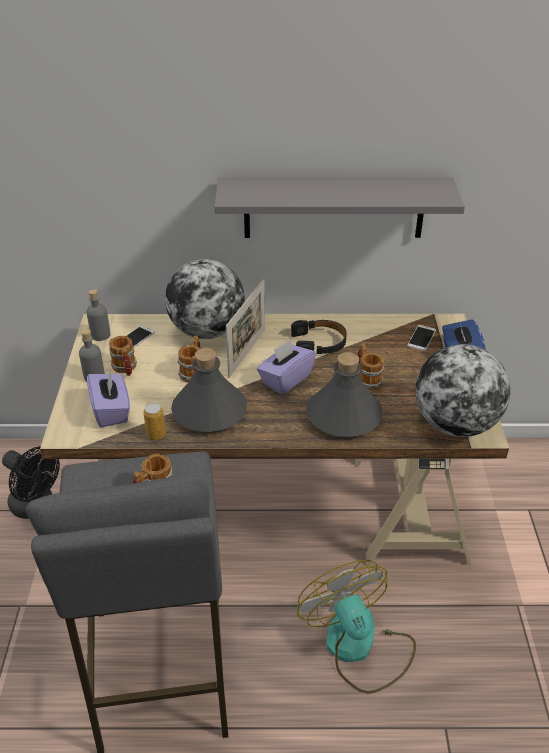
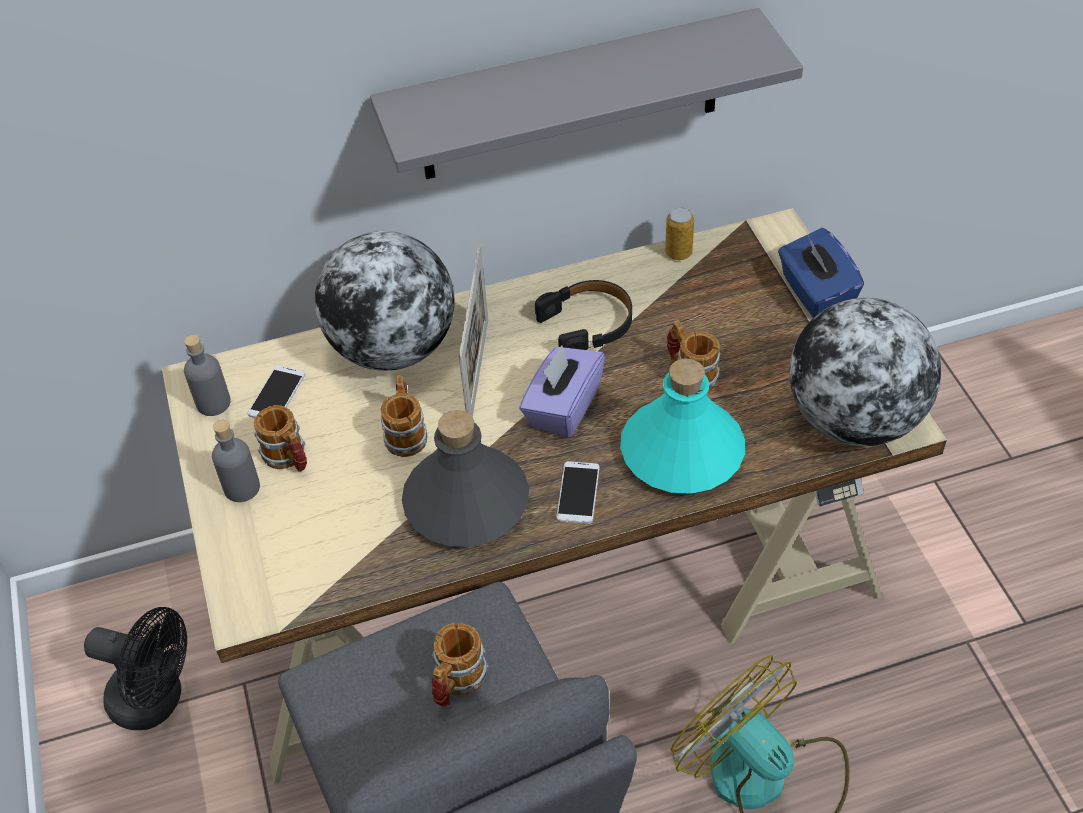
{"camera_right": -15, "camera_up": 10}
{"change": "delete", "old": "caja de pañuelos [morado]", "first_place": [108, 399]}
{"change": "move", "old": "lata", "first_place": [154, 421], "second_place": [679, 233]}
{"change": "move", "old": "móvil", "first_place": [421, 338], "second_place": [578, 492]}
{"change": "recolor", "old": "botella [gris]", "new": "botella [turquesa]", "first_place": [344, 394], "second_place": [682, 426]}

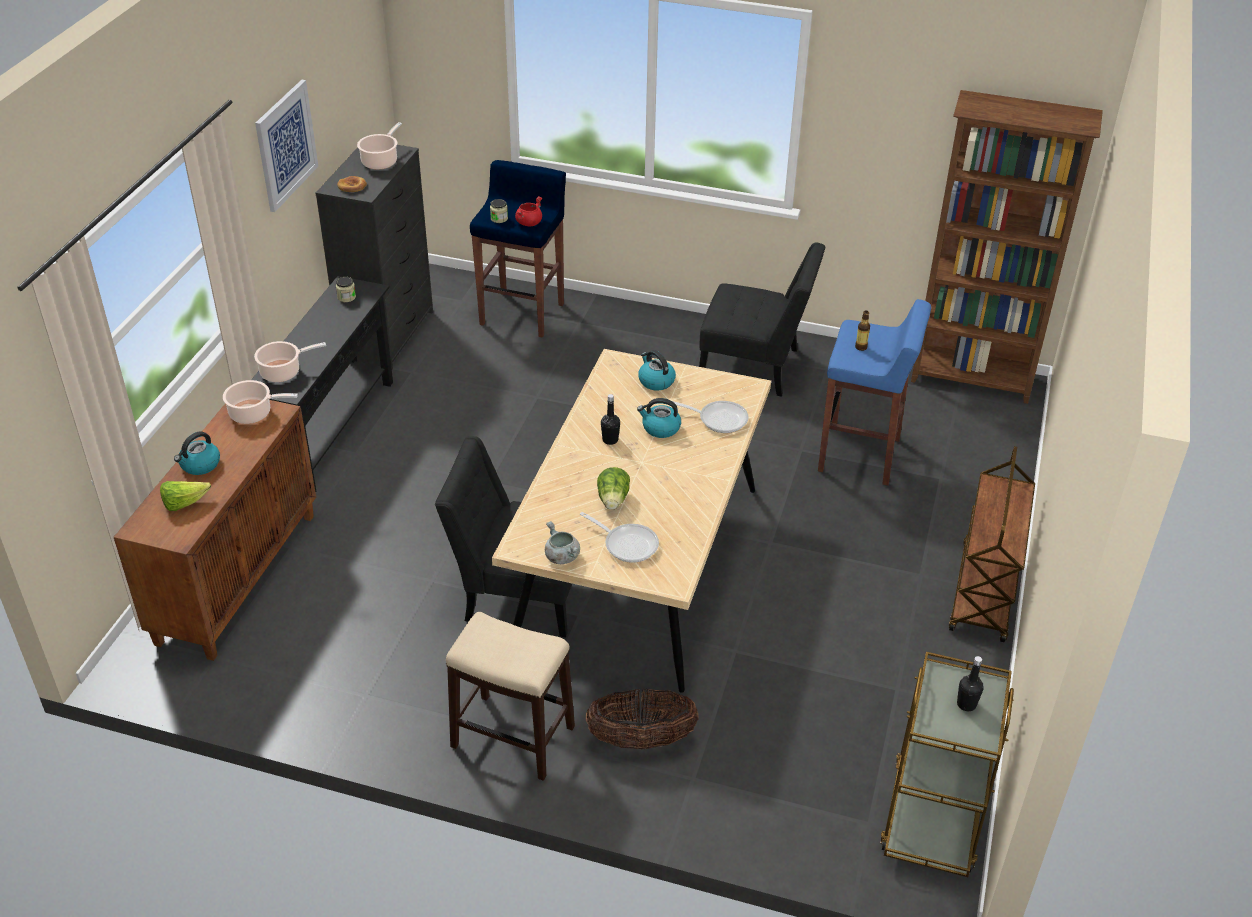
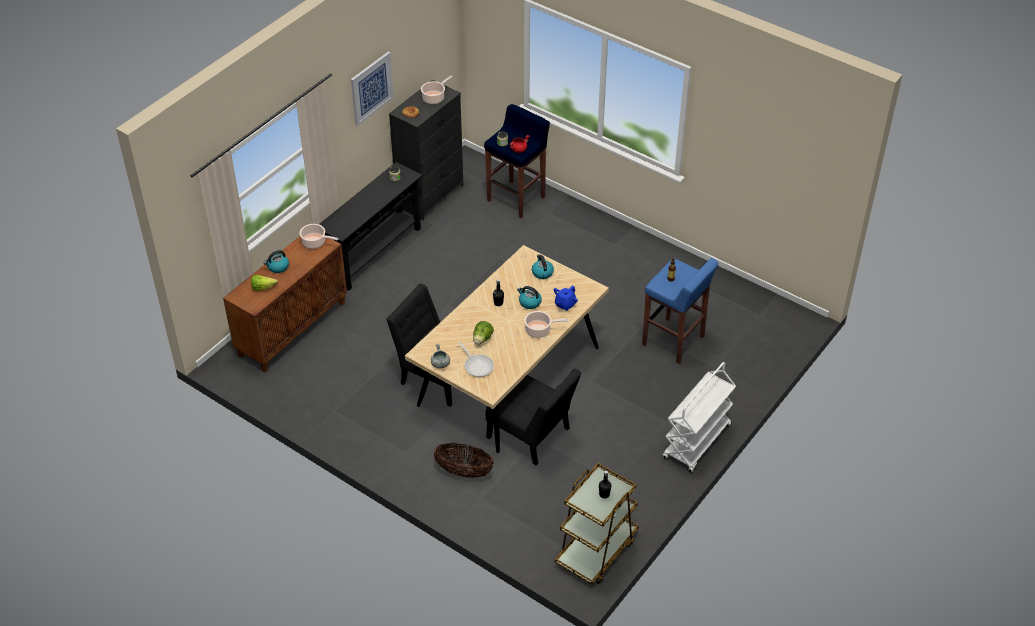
{"camera_right": 20, "camera_up": 5}
{"change": "delete", "old": "taburete", "first_place": [510, 696]}
{"change": "delete", "old": "estantería [marrón]", "first_place": [1007, 247]}
{"change": "move", "old": "olla", "first_place": [290, 361], "second_place": [546, 324]}
{"change": "move", "old": "silla [negro]", "first_place": [762, 319], "second_place": [534, 417]}
{"change": "replace", "old": "sartén", "new": "tetera [azul]", "first_place": [710, 417], "second_place": [566, 298]}
{"change": "recolor", "old": "carrito [marrón]", "new": "carrito [blanco]", "first_place": [992, 544], "second_place": [699, 417]}

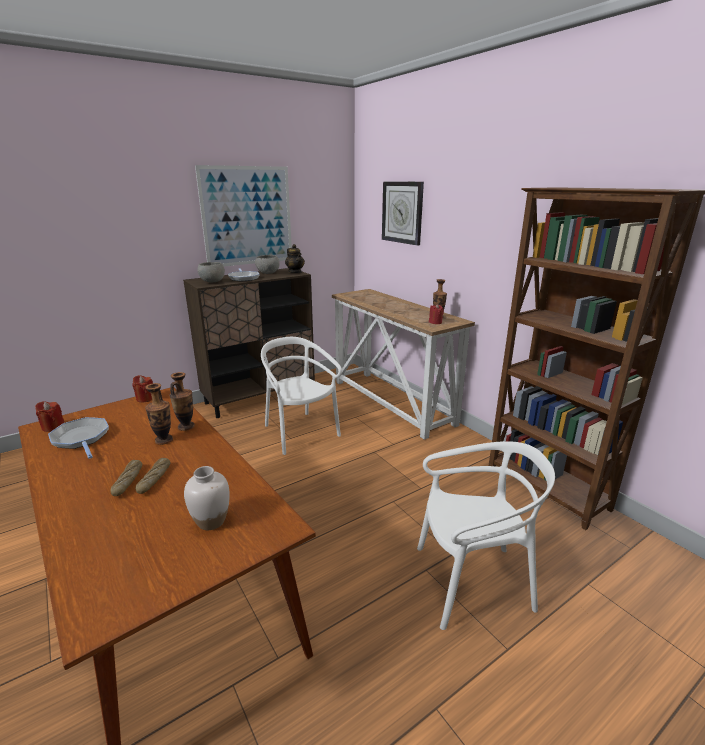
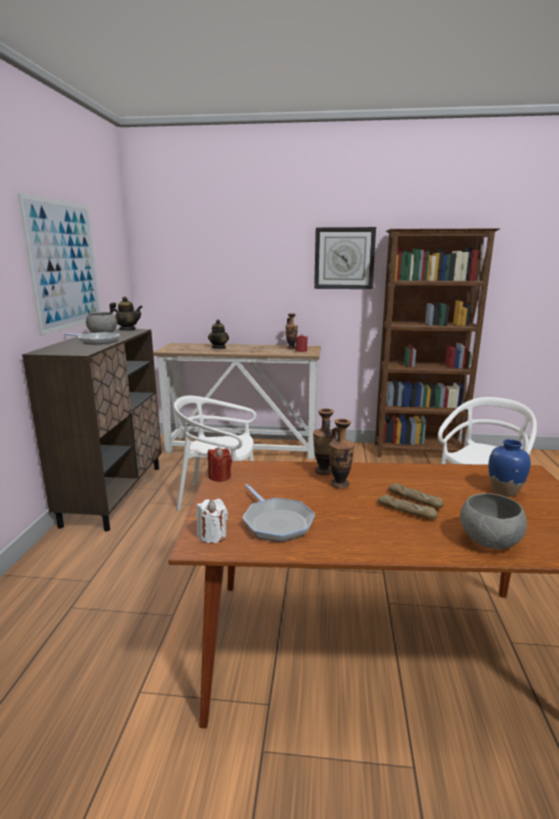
{"camera_right": -50, "camera_up": -5}
{"change": "insert", "new": "tetera", "second_place": [218, 334]}
{"change": "move", "old": "cuenco [gris]", "first_place": [211, 272], "second_place": [493, 521]}
{"change": "move", "old": "reloj de pared", "first_place": [403, 213], "second_place": [345, 258]}
{"change": "recolor", "old": "vela [rojo]", "new": "vela [blanco]", "first_place": [50, 416], "second_place": [212, 521]}
{"change": "recolor", "old": "florero [blanco]", "new": "florero [azul]", "first_place": [207, 498], "second_place": [509, 468]}
{"change": "rotate", "old": "sartén", "first_place": [78, 438], "second_place": [278, 513], "degrees": -120}

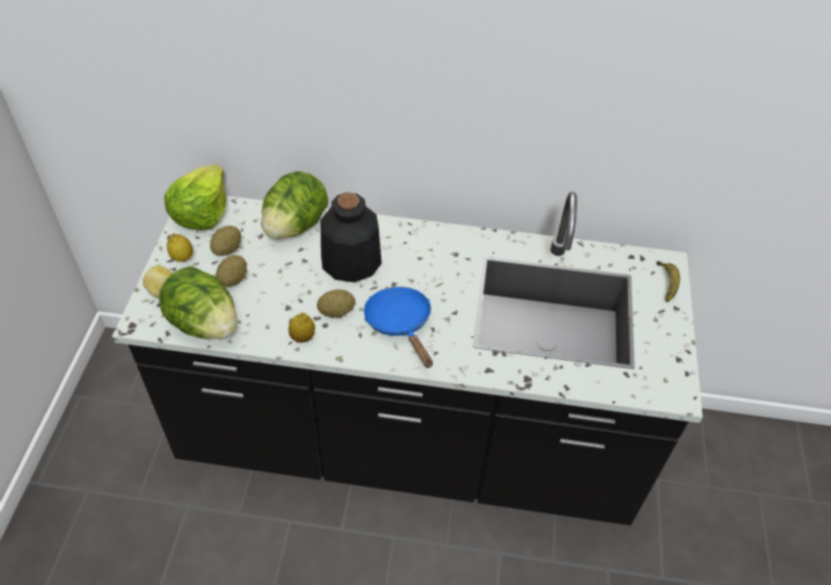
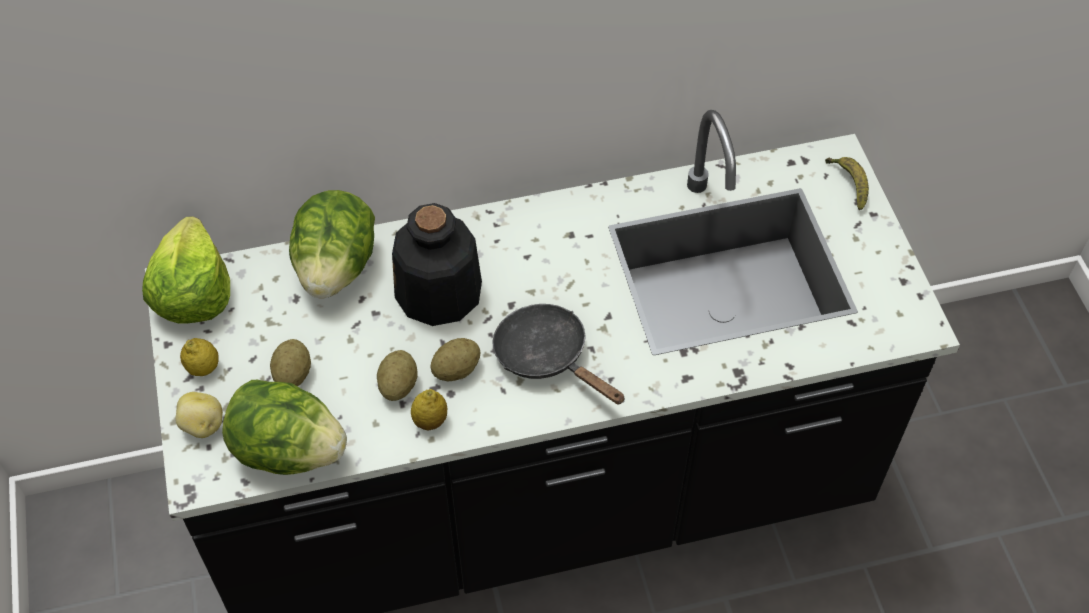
{"camera_right": -20, "camera_up": 5}
{"change": "move", "old": "patata", "first_place": [225, 241], "second_place": [397, 375]}
{"change": "recolor", "old": "sartén [azul]", "new": "sartén [negro]", "first_place": [398, 327], "second_place": [558, 354]}

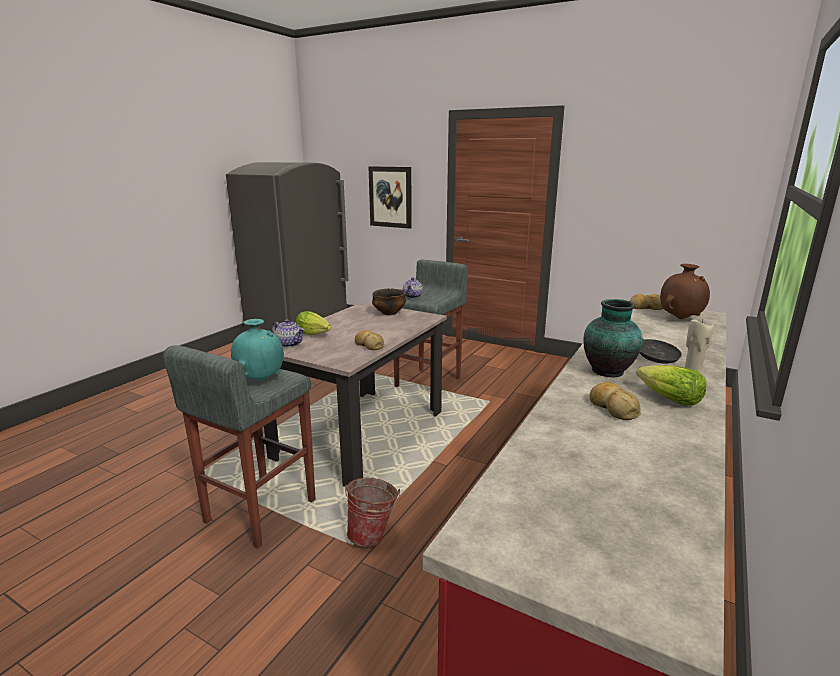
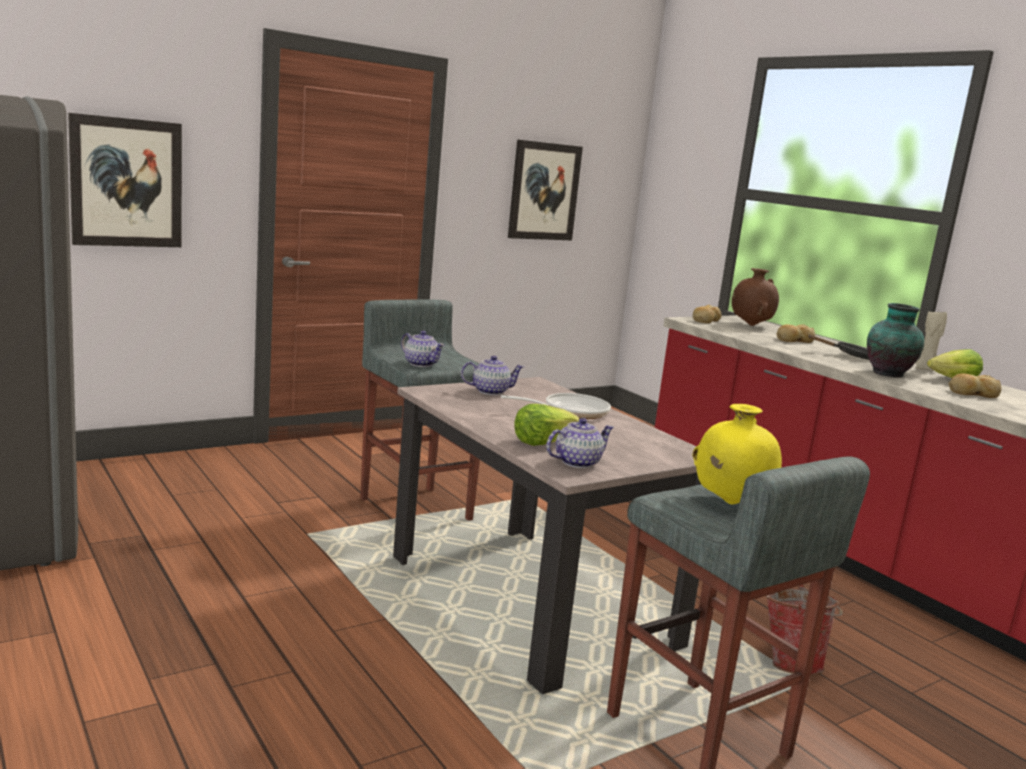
{"camera_right": -65, "camera_up": -5}
{"change": "insert", "new": "sartén", "second_place": [556, 406]}
{"change": "insert", "new": "cuadro", "second_place": [545, 190]}
{"change": "move", "old": "pan", "first_place": [369, 340], "second_place": [796, 333]}
{"change": "replace", "old": "cuenco", "new": "tetera", "first_place": [389, 302], "second_place": [492, 375]}
{"change": "recolor", "old": "florero [turquesa]", "new": "florero [amarillo]", "first_place": [257, 350], "second_place": [737, 454]}

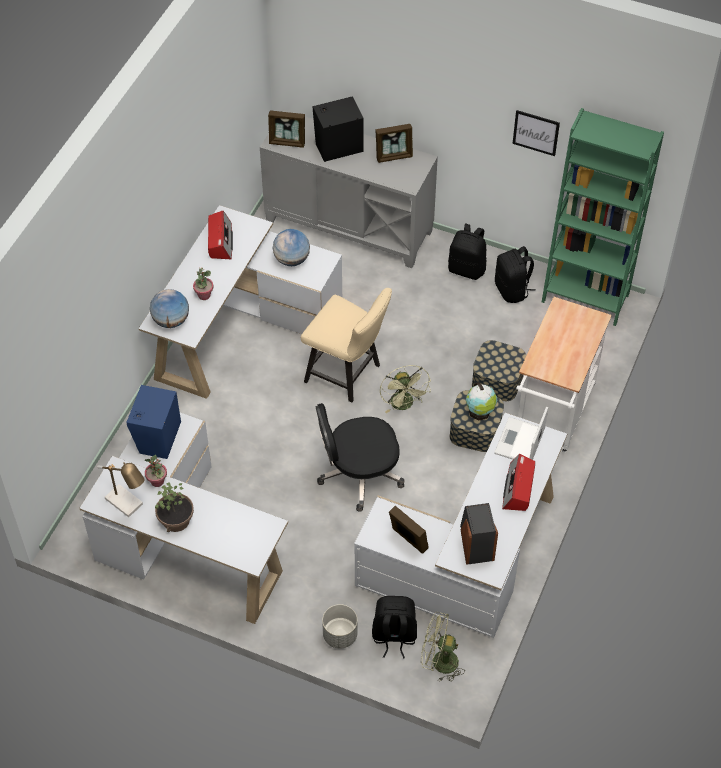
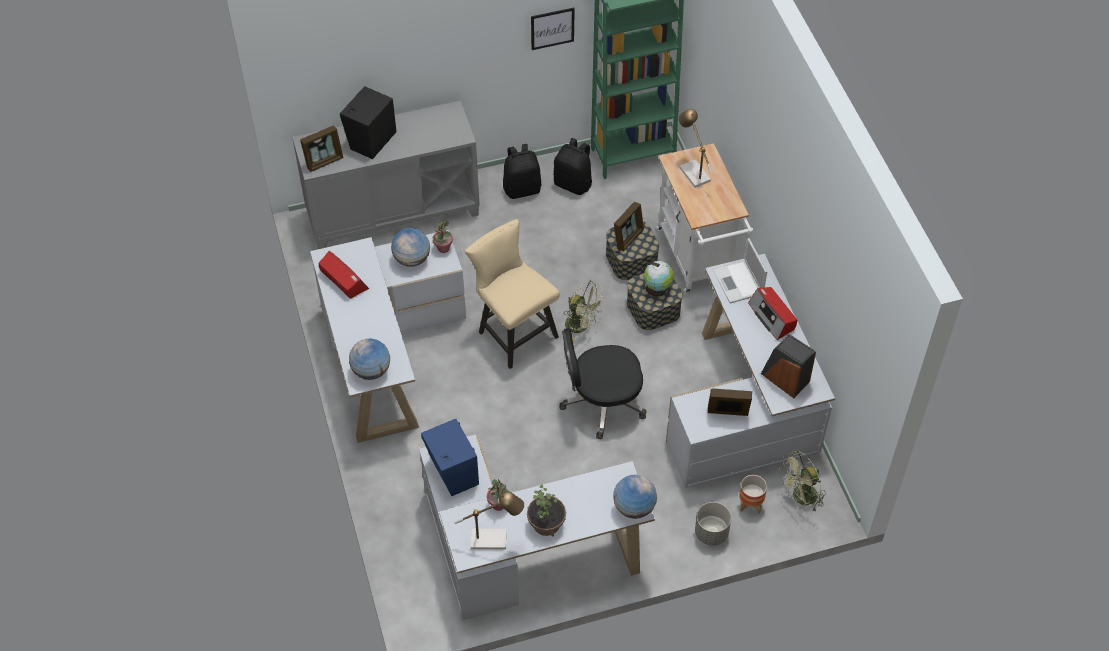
{"camera_right": -40, "camera_up": 0}
{"change": "insert", "new": "globo terráqueo", "second_place": [635, 496]}
{"change": "insert", "new": "lámpara de mesa", "second_place": [695, 148]}
{"change": "move", "old": "planta en maceta", "first_place": [203, 284], "second_place": [443, 237]}
{"change": "move", "old": "portarretratos", "first_place": [394, 143], "second_place": [629, 227]}
{"change": "replace", "old": "mochila [negro]", "new": "maceta", "first_place": [394, 627], "second_place": [753, 494]}
{"change": "rotate", "old": "silla [beis]", "first_place": [346, 345], "second_place": [512, 294], "degrees": -120}
{"change": "rotate", "old": "silla de oficina [negro]", "first_place": [360, 457], "second_place": [603, 383], "degrees": 45}

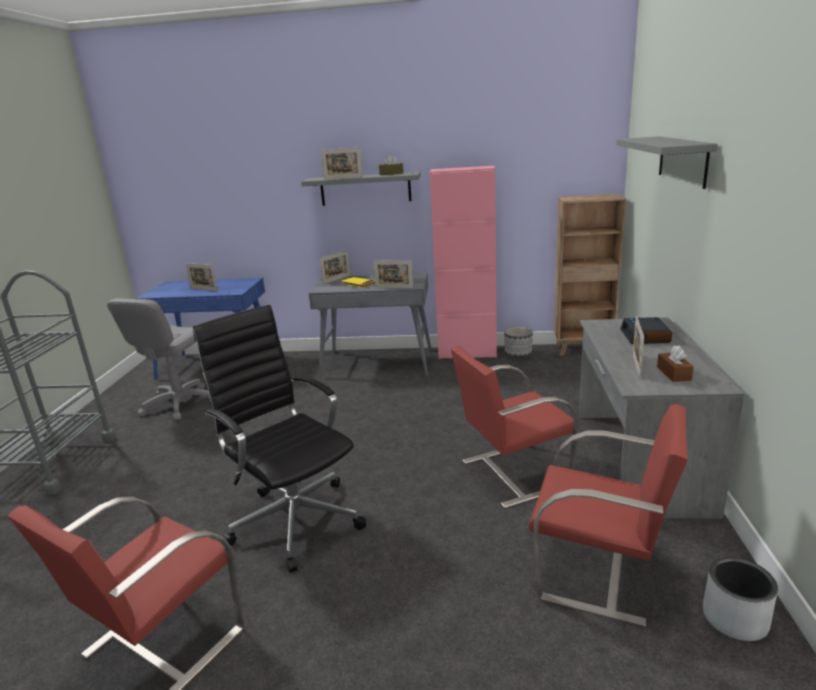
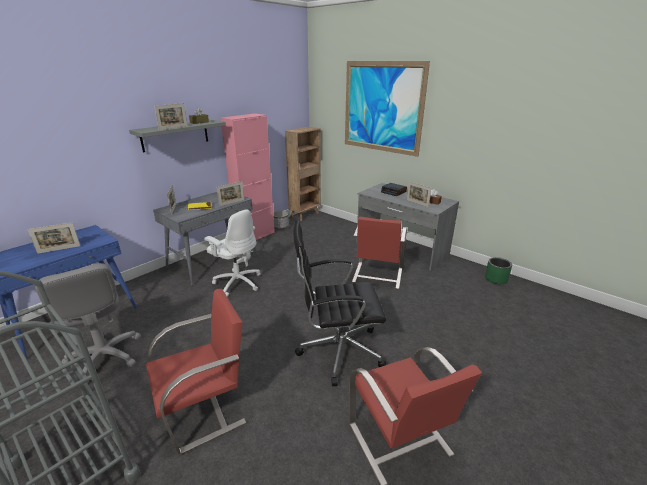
{"camera_right": -55, "camera_up": 5}
{"change": "insert", "new": "silla de oficina [blanco]", "second_place": [232, 253]}
{"change": "move", "old": "silla [rojo]", "first_place": [608, 515], "second_place": [196, 371]}
{"change": "replace", "old": "estante [gris]", "new": "cuadro", "first_place": [667, 162], "second_place": [387, 109]}
{"change": "recolor", "old": "maceta [gris]", "new": "maceta [verde]", "first_place": [740, 599], "second_place": [498, 270]}

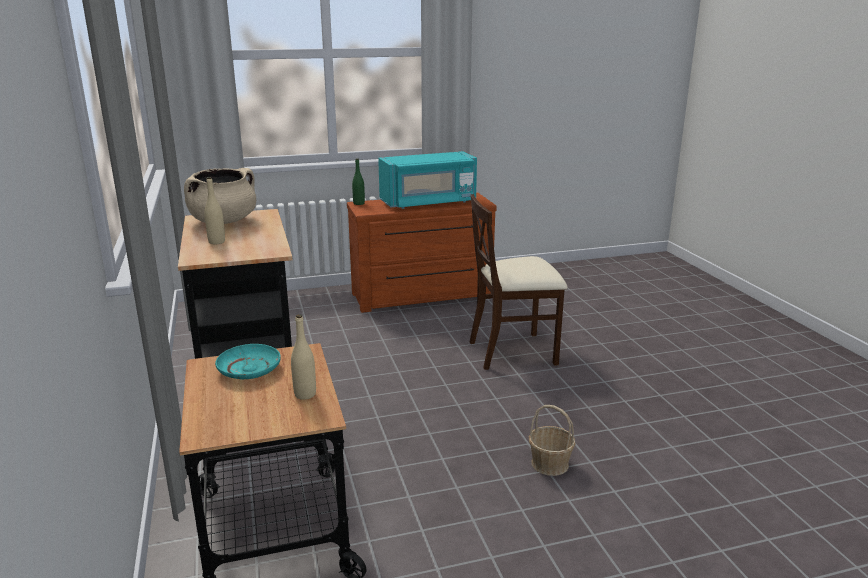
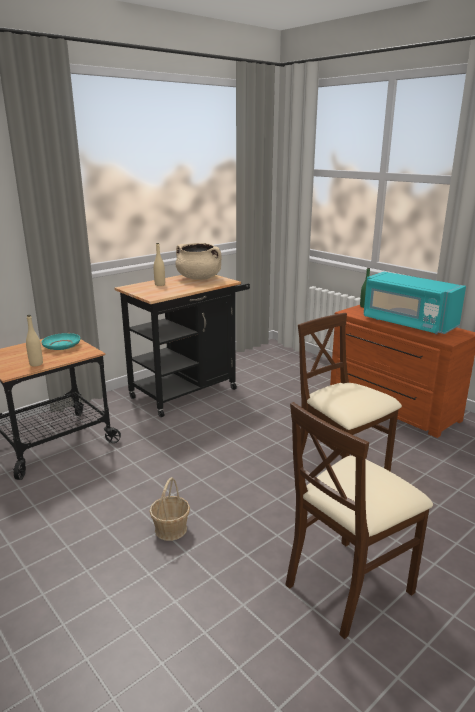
{"camera_right": 65, "camera_up": 0}
{"change": "insert", "new": "silla [beis]", "second_place": [359, 520]}

